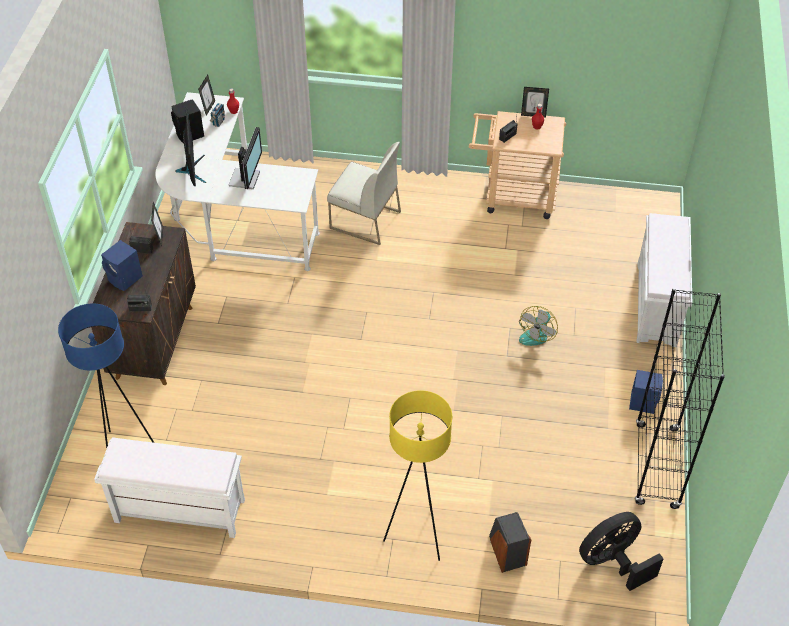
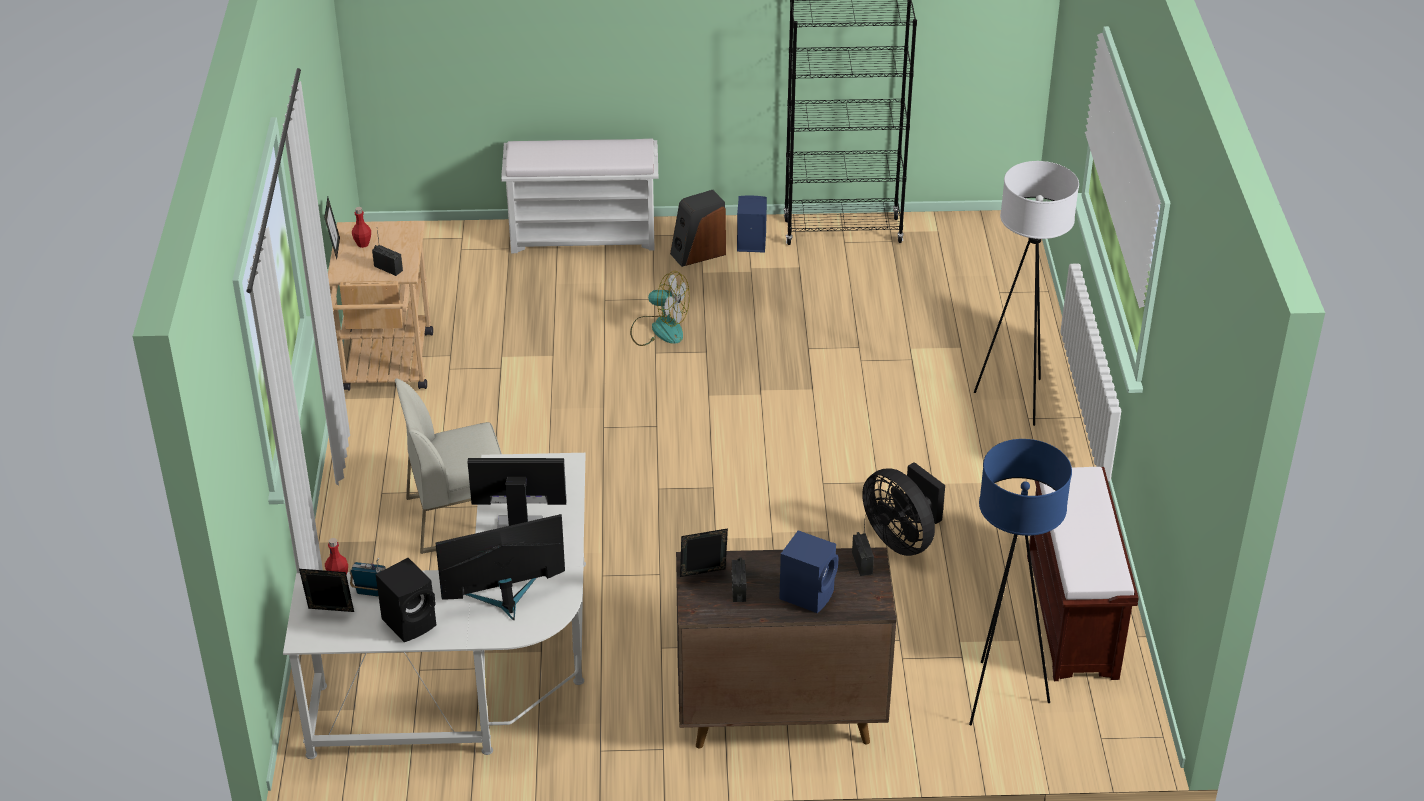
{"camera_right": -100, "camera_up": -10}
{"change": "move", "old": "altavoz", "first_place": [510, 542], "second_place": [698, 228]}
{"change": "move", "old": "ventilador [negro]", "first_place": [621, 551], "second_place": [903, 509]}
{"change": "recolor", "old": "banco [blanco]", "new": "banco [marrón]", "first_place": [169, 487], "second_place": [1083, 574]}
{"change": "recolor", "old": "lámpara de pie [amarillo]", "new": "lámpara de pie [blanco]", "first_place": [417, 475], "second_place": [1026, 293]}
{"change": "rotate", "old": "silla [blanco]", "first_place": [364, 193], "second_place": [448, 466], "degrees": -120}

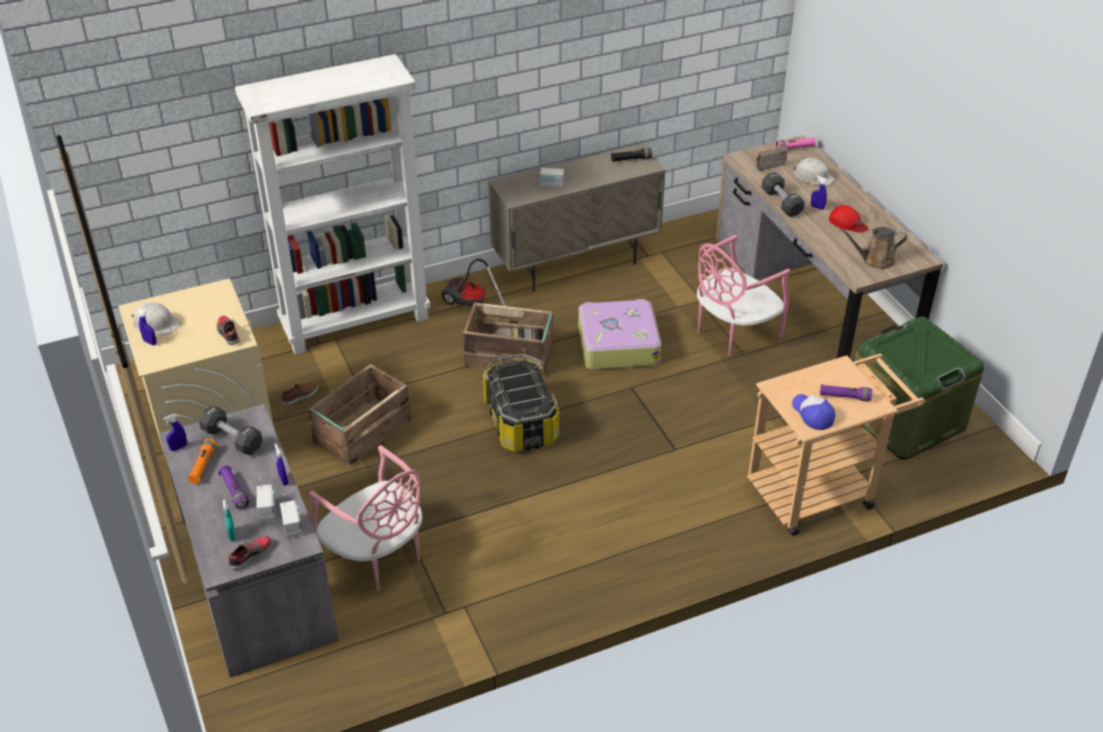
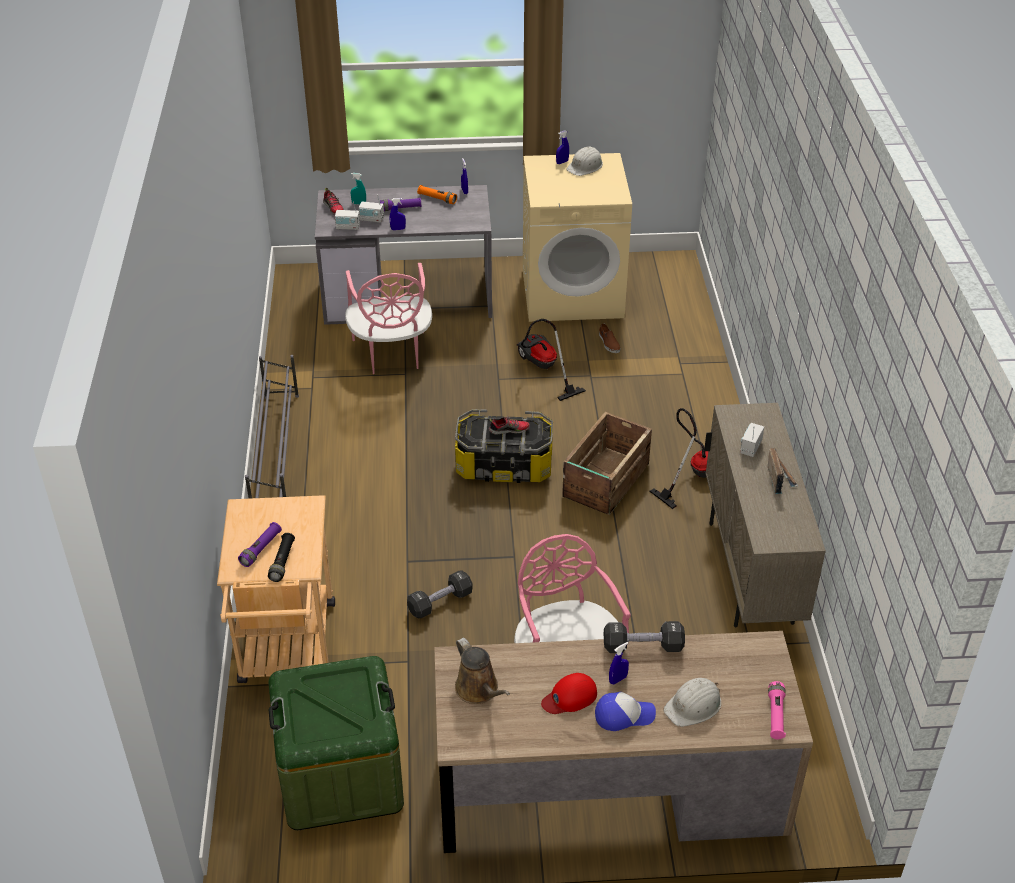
{"camera_right": 110, "camera_up": 0}
{"change": "delete", "old": "estantería [blanco]", "first_place": [332, 204]}
{"change": "delete", "old": "maleta", "first_place": [619, 334]}
{"change": "insert", "new": "zapatero [gris]", "second_place": [272, 427]}
{"change": "move", "old": "mancuerna [negro]", "first_place": [230, 430], "second_place": [440, 594]}
{"change": "move", "old": "zapato", "first_place": [228, 330], "second_place": [509, 425]}
{"change": "move", "old": "linterna [negro]", "first_place": [631, 155], "second_place": [281, 557]}
{"change": "move", "old": "radio", "first_place": [772, 158], "second_place": [783, 471]}
{"change": "move", "old": "gorra", "first_place": [813, 412], "second_place": [625, 711]}
{"change": "replace", "old": "caja de embalaje", "new": "aspiradora", "first_place": [359, 415], "second_place": [551, 360]}
{"change": "rotate", "old": "silla [rosa]", "first_place": [366, 518], "second_place": [388, 318], "degrees": -75}
{"change": "rotate", "old": "regadera [marrón]", "first_place": [873, 248], "second_place": [482, 671], "degrees": 135}

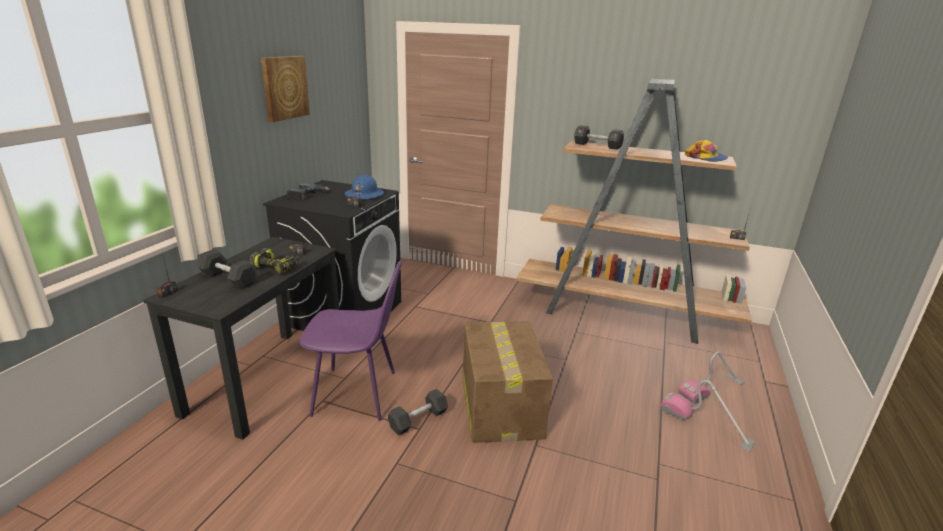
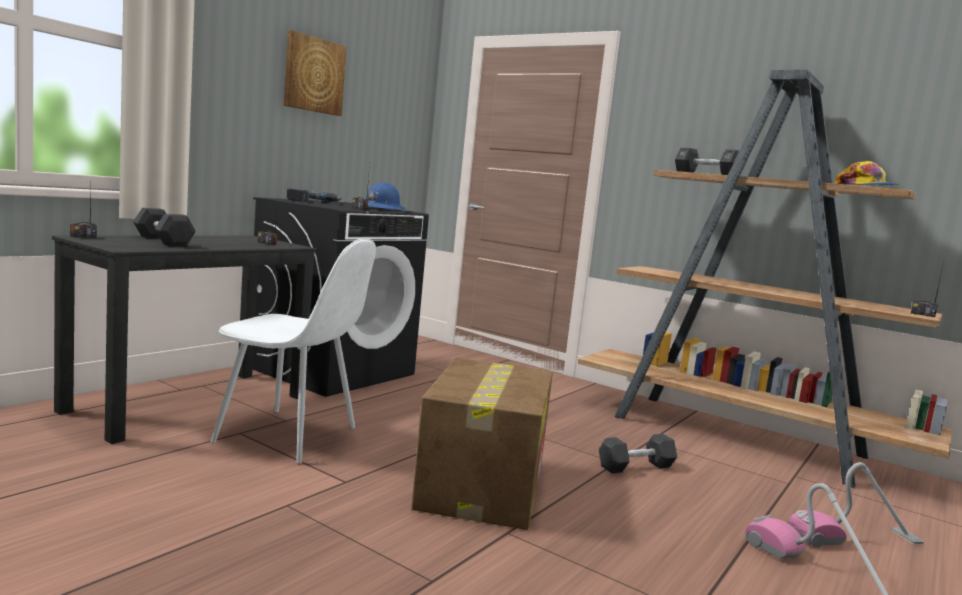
{"camera_right": 15, "camera_up": -15}
{"change": "delete", "old": "taladro", "first_place": [274, 261]}
{"change": "move", "old": "mancuerna [negro]", "first_place": [418, 412], "second_place": [638, 453]}
{"change": "recolor", "old": "silla [morado]", "new": "silla [blanco]", "first_place": [351, 340], "second_place": [293, 351]}

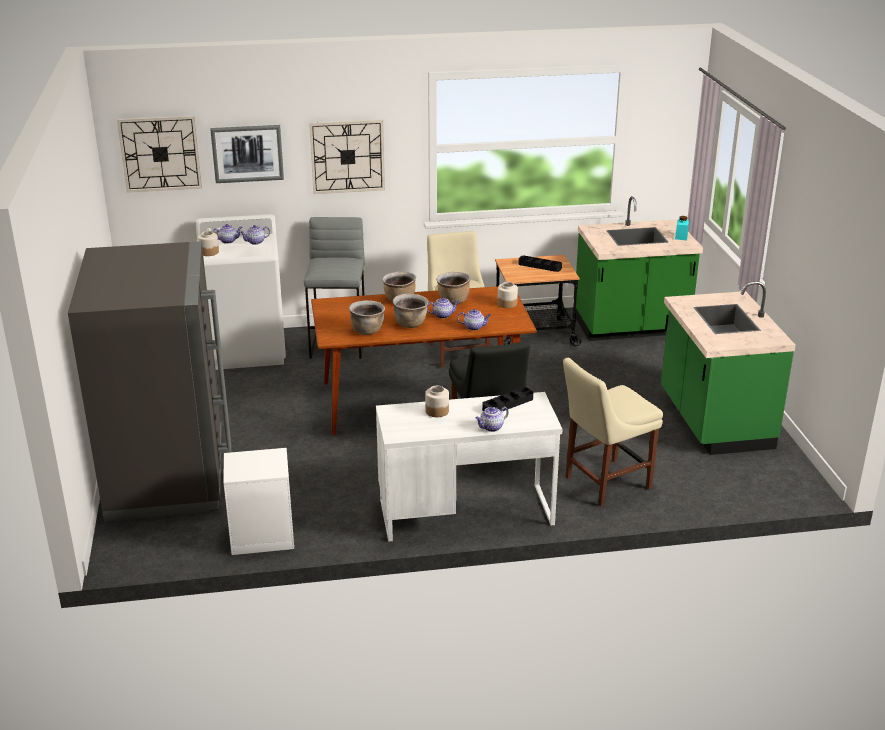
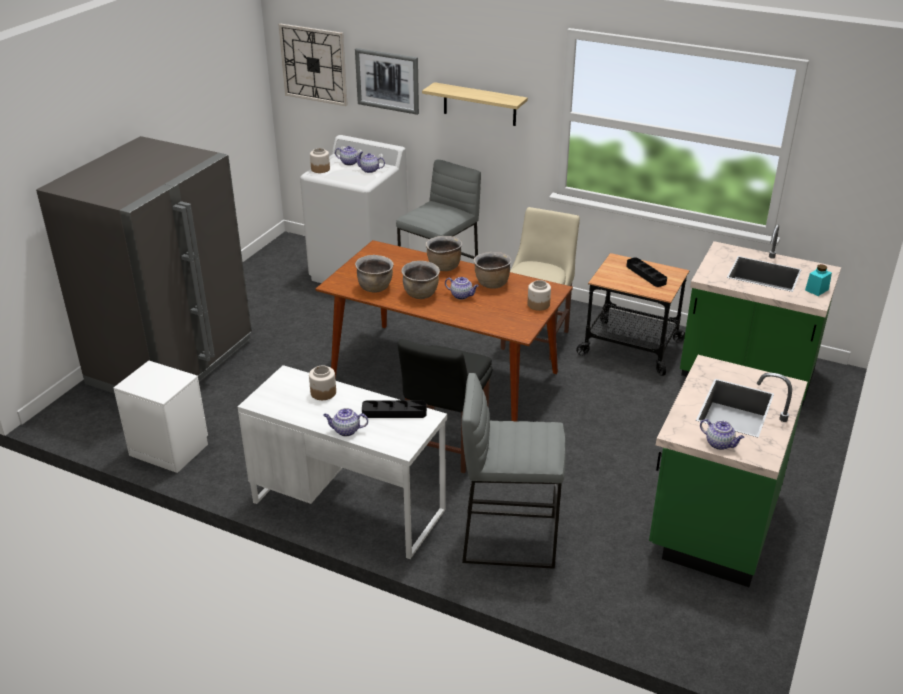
{"camera_right": 35, "camera_up": 5}
{"change": "move", "old": "tetera", "first_place": [474, 319], "second_place": [722, 434]}
{"change": "replace", "old": "reloj de pared", "new": "estante", "first_place": [347, 157], "second_place": [475, 104]}
{"change": "replace", "old": "silla [beis]", "new": "taburete [gris]", "first_place": [613, 432], "second_place": [514, 471]}

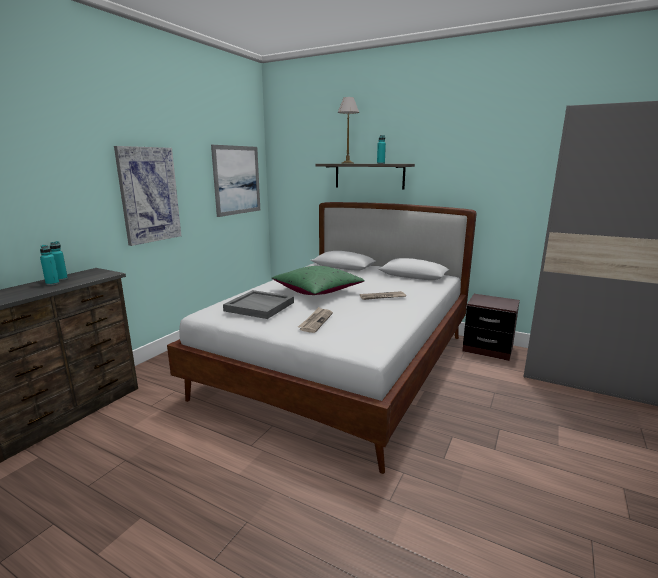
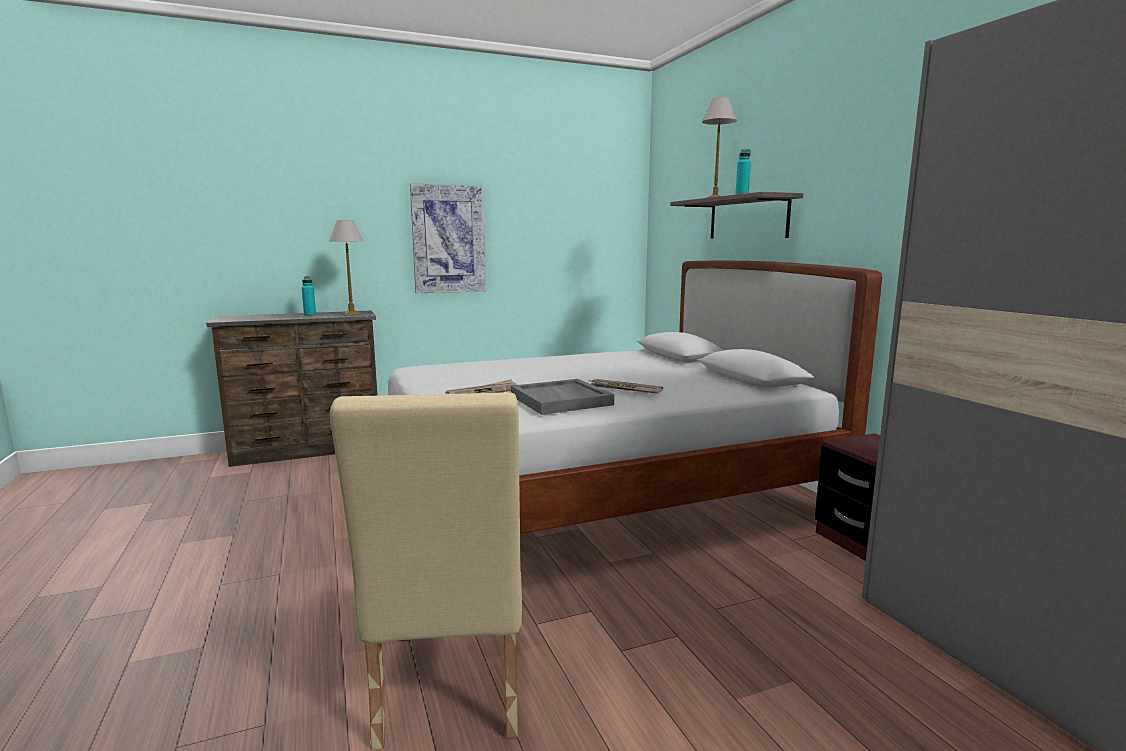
{"camera_right": 40, "camera_up": -5}
{"change": "delete", "old": "botella [turquesa]", "first_place": [59, 260]}
{"change": "delete", "old": "cuadro", "first_place": [235, 181]}
{"change": "delete", "old": "cojín [verde]", "first_place": [318, 280]}
{"change": "insert", "new": "lámpara de mesa", "second_place": [346, 268]}
{"change": "insert", "new": "silla [beis]", "second_place": [425, 571]}
{"change": "move", "old": "bandeja [gris]", "first_place": [258, 304], "second_place": [562, 397]}

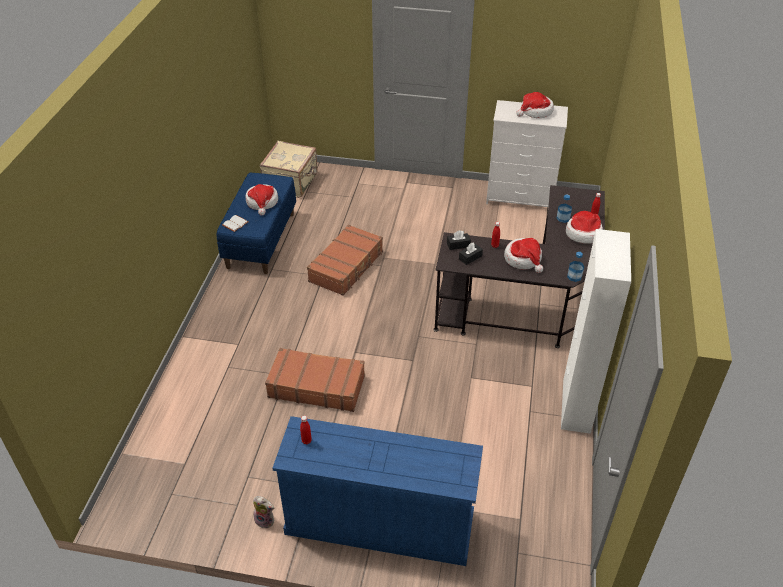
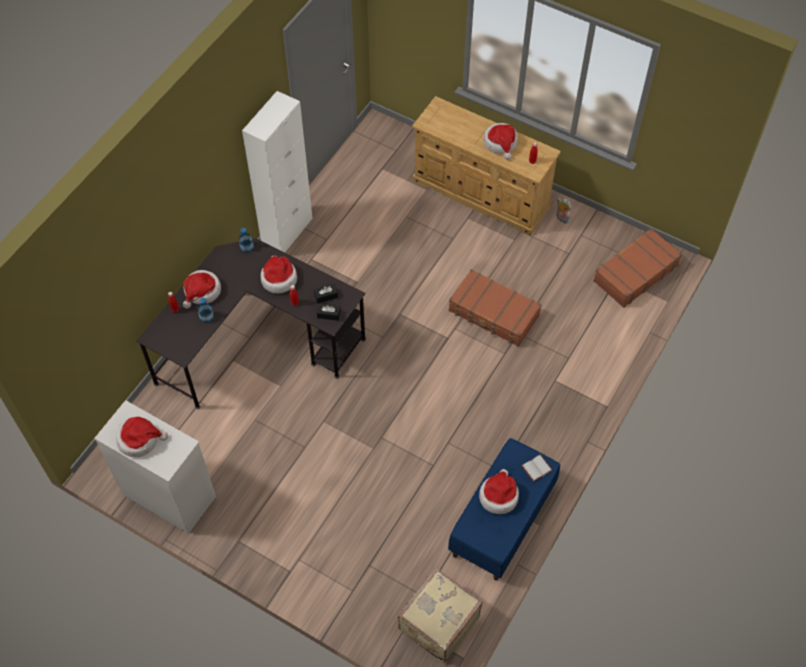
{"camera_right": -160, "camera_up": 15}
{"change": "insert", "new": "sombrero", "second_place": [501, 141]}
{"change": "move", "old": "maleta [marrón]", "first_place": [345, 260], "second_place": [637, 268]}
{"change": "recolor", "old": "cómoda [azul]", "new": "cómoda [beis]", "first_place": [378, 491], "second_place": [486, 166]}

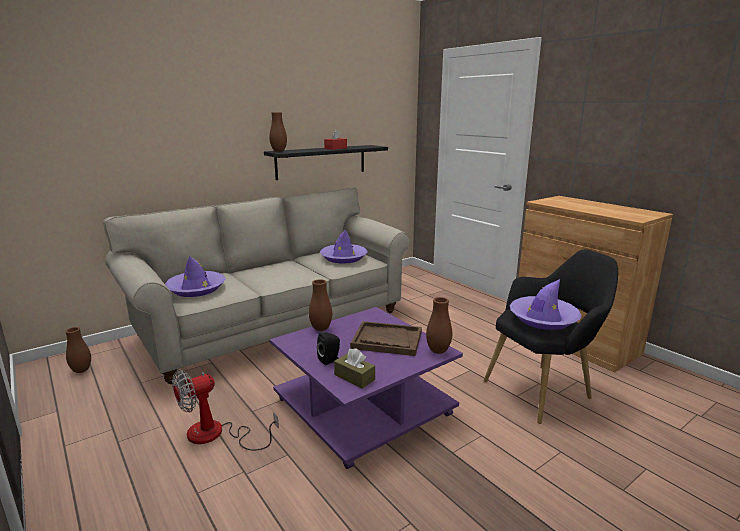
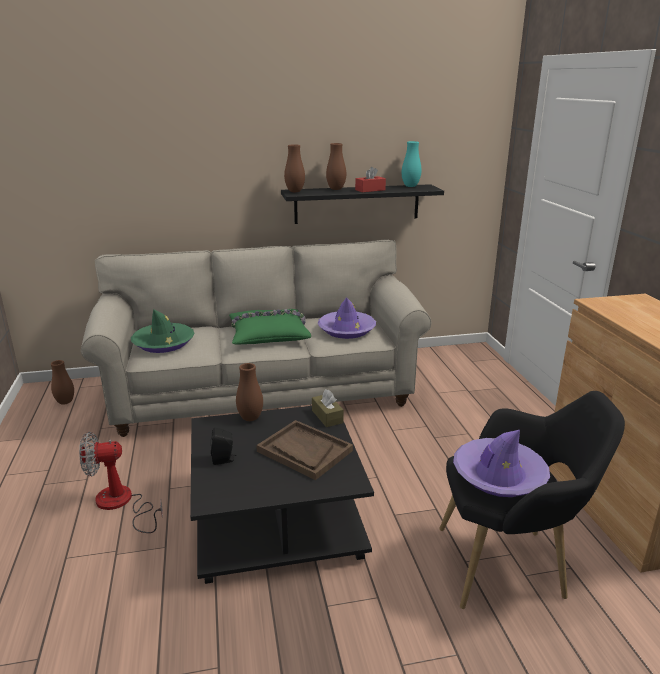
{"camera_right": 25, "camera_up": 5}
{"change": "insert", "new": "cojín [verde]", "second_place": [270, 326]}
{"change": "insert", "new": "florero [turquesa]", "second_place": [412, 164]}
{"change": "move", "old": "caja de pañuelos [marrón]", "first_place": [354, 368], "second_place": [328, 408]}
{"change": "move", "old": "florero [marrón]", "first_place": [439, 325], "second_place": [336, 166]}
{"change": "recolor", "old": "sombrero [morado]", "new": "sombrero [verde]", "first_place": [195, 276], "second_place": [163, 331]}
{"change": "recolor", "old": "mesa de centro [morado]", "new": "mesa de centro [negro]", "first_place": [366, 388], "second_place": [282, 495]}

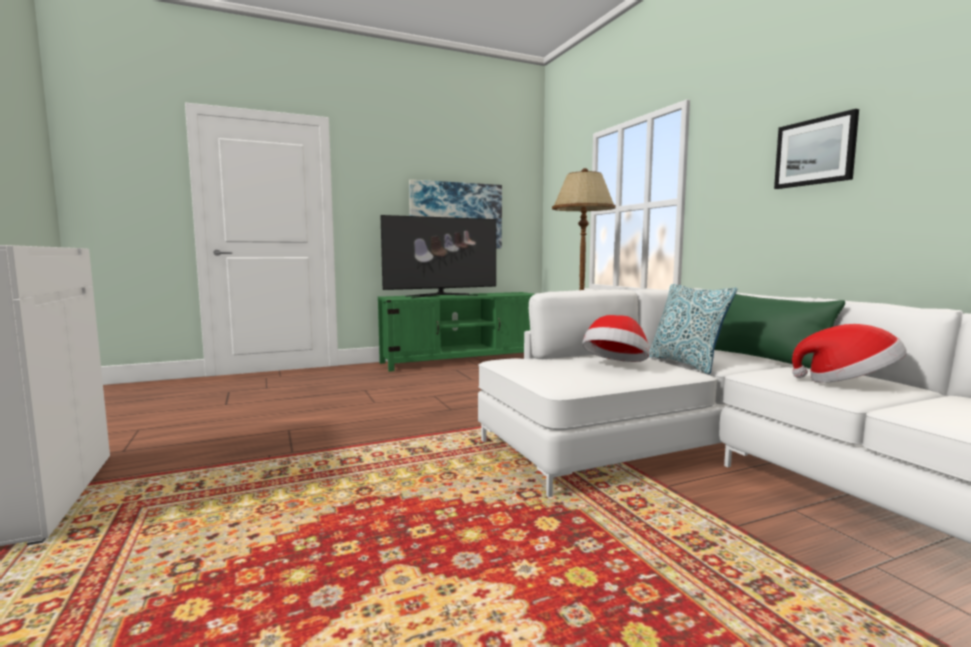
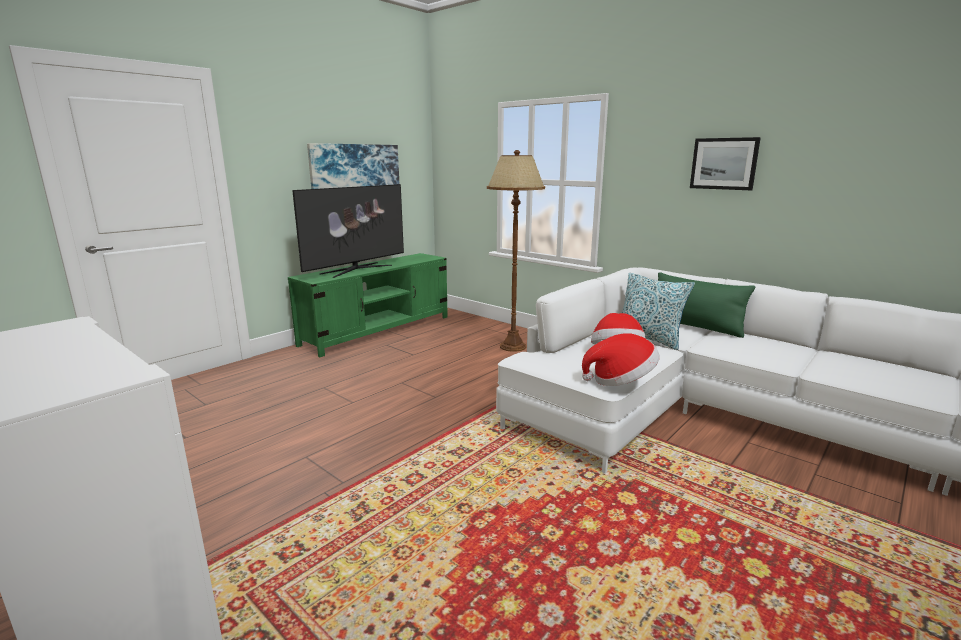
{"camera_right": -25, "camera_up": 10}
{"change": "move", "old": "sombrero", "first_place": [849, 353], "second_place": [621, 359]}

